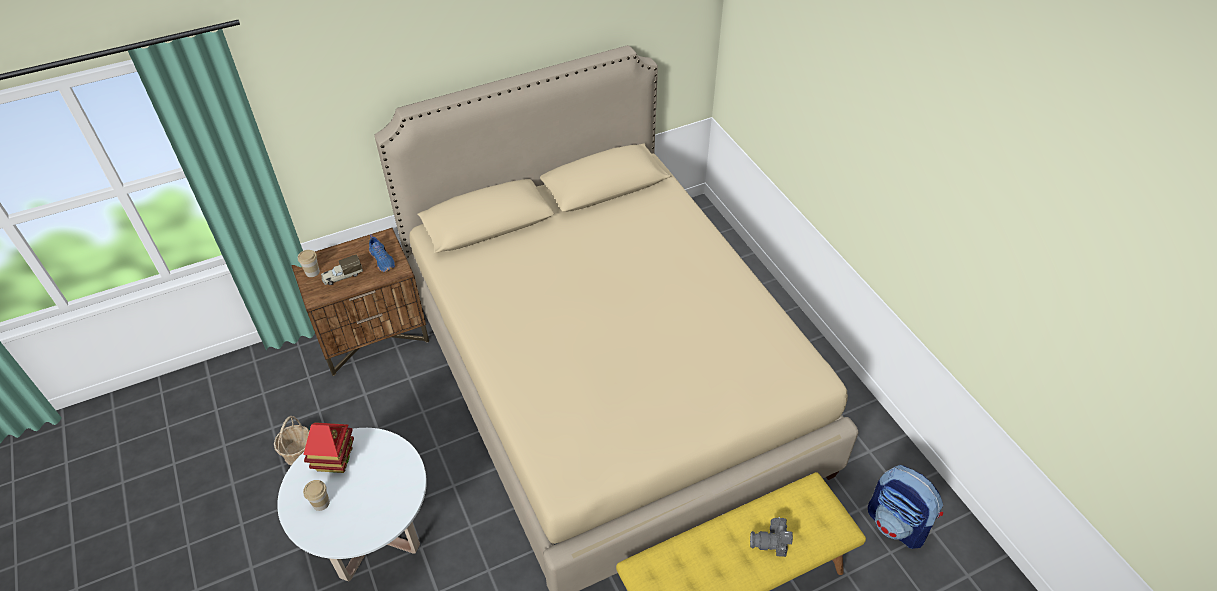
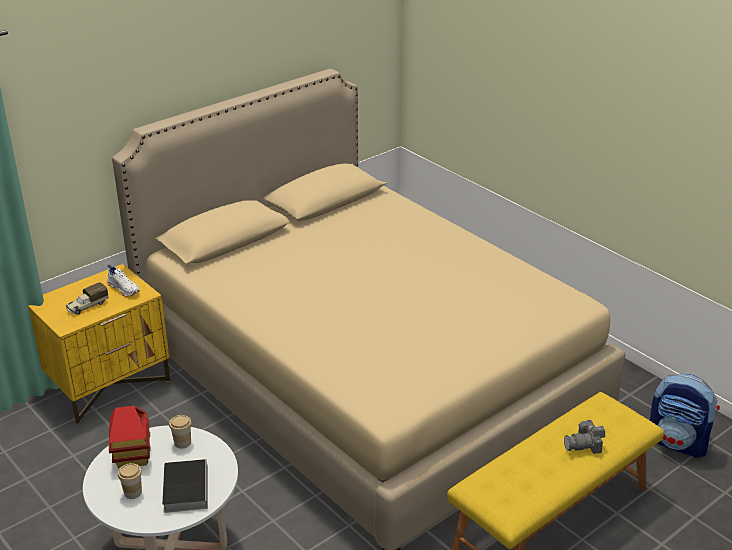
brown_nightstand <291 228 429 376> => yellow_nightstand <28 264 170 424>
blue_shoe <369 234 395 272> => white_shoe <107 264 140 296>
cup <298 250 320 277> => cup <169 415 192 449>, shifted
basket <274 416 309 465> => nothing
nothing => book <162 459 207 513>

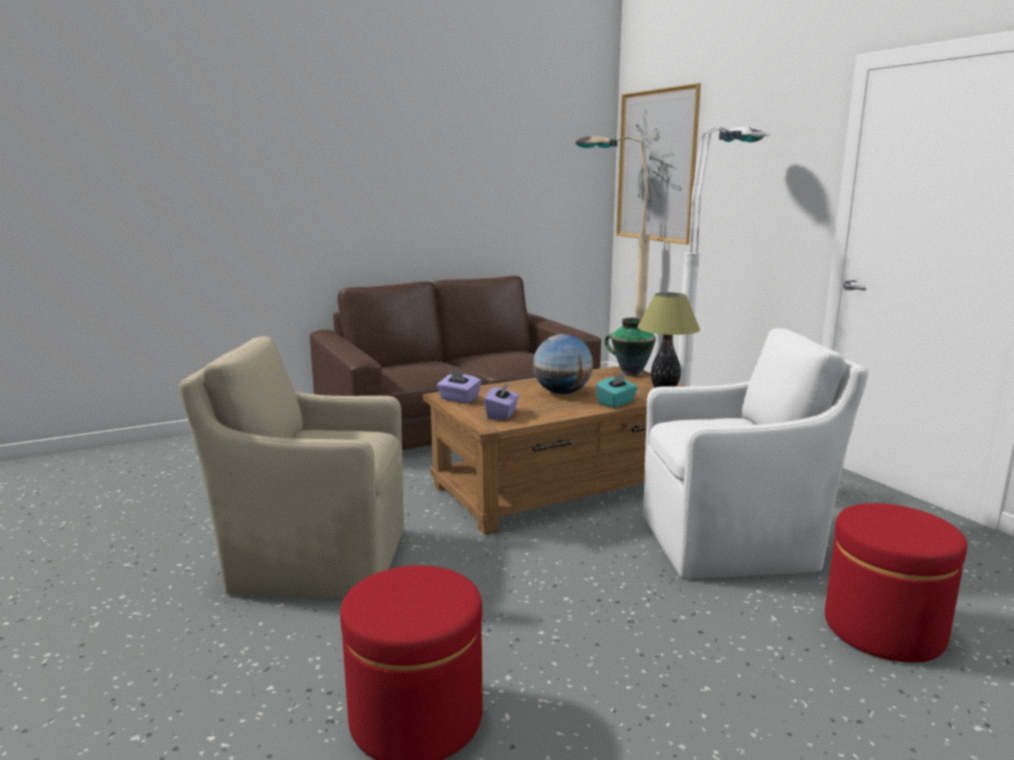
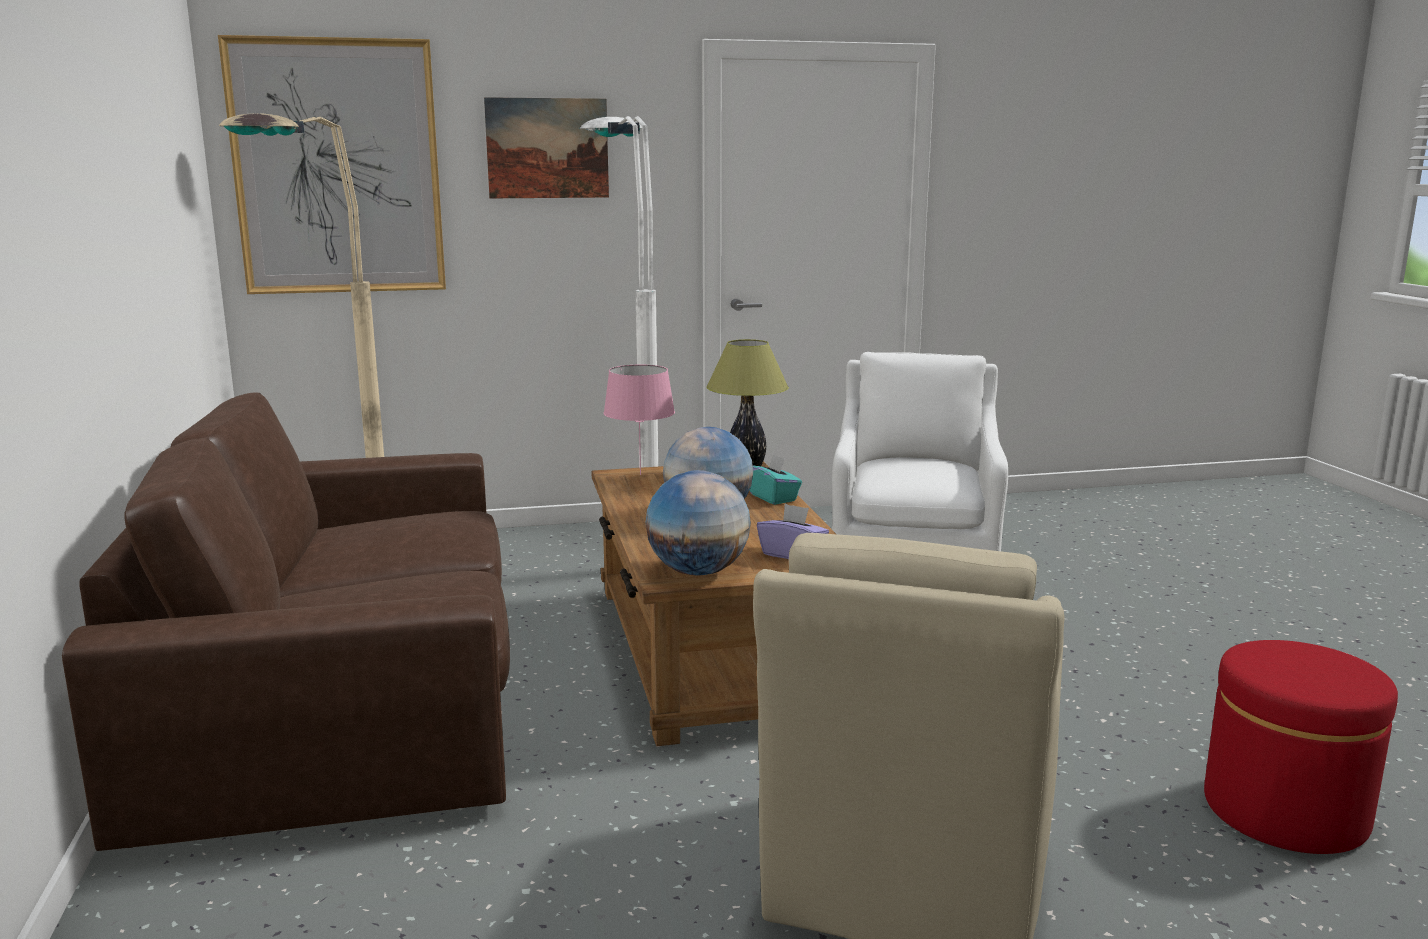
vase <604 318 656 376> => pink_table_lamp <604 365 675 475>
purple_tissue_box <437 370 481 404> => globe <646 470 751 576>
red_ottoman <825 503 967 663> => nothing
nothing => picture <484 97 609 198>

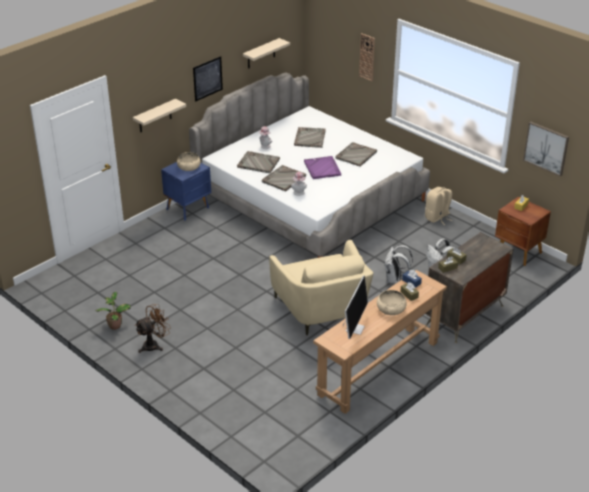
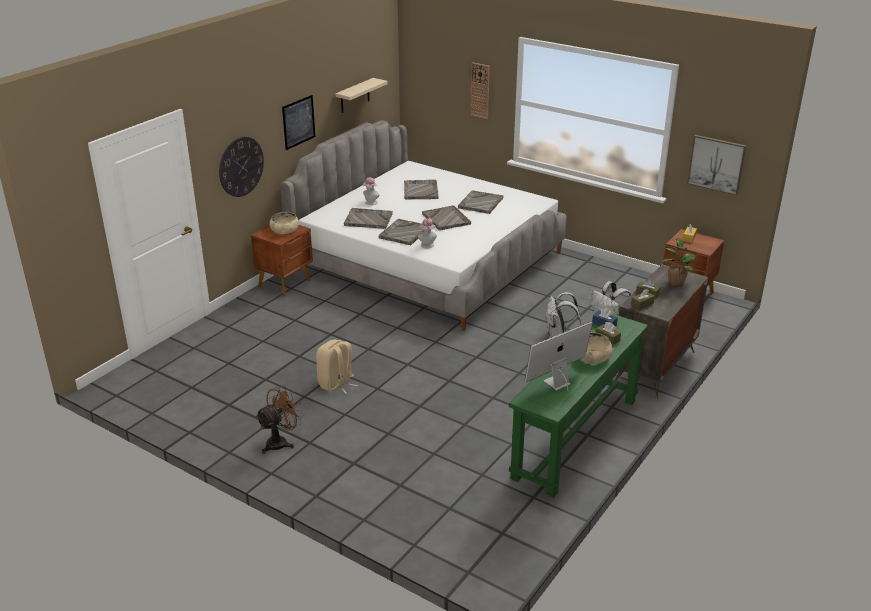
beige_shelf <133 99 186 132> => wall_clock <219 137 264 197>
purple_tray <304 156 342 179> => grey_tray <422 205 471 230>
blue_nightstand <161 162 211 221> => brown_nightstand <251 225 313 297>
beige_backpack <425 187 453 225> => beige_backpack <316 339 358 394>, shifted
beige_armchair <269 240 373 335> => nothing
brown_console_table <313 270 447 414> => green_console_table <509 313 648 498>
monitor <343 276 368 339> => monitor <525 322 593 391>, 135 degrees counterclockwise
potted_plant <95 292 131 330> => potted_plant <663 238 696 286>, shifted

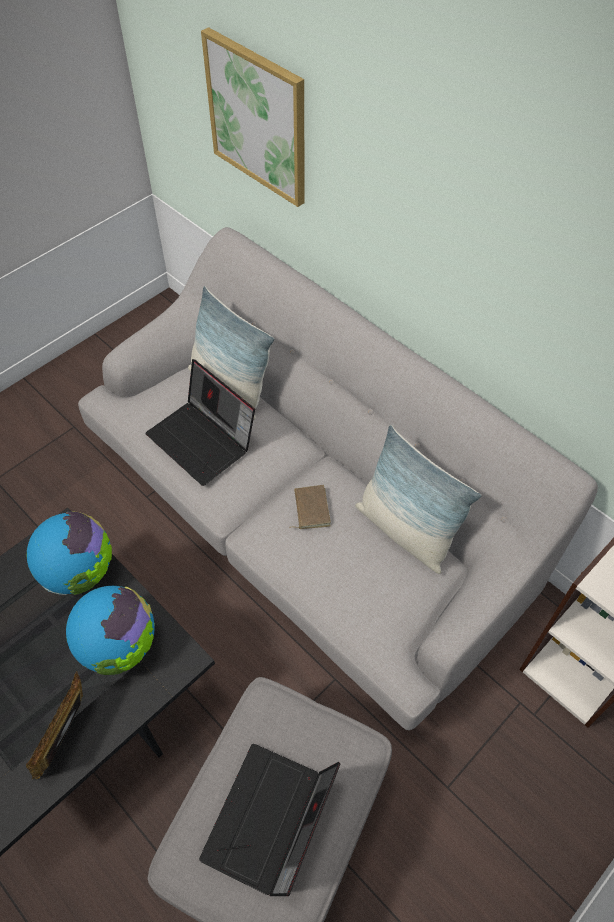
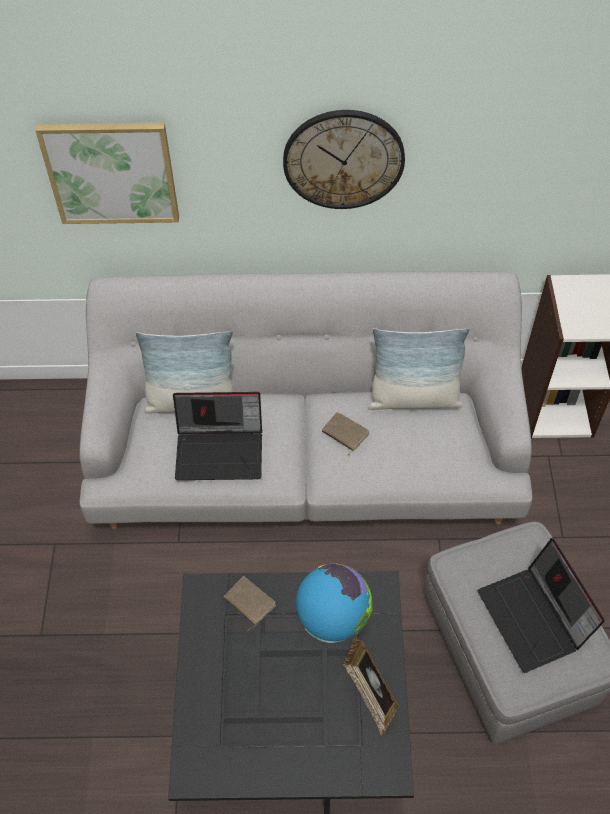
globe <27 511 112 595> => brown_book <224 576 276 631>
nothing => wall_clock <283 110 405 209>

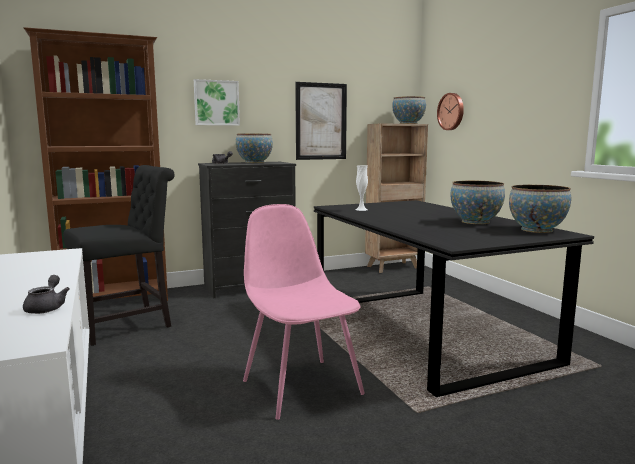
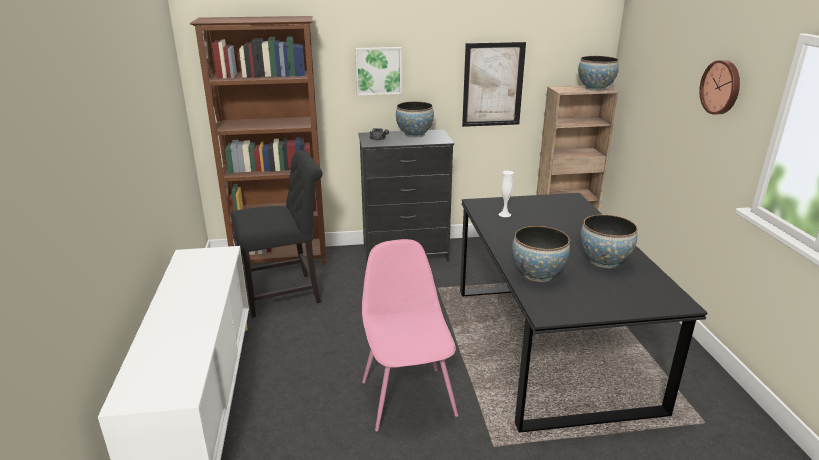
wall_clock <437 93 464 130> => wall_clock <699 60 740 114>, shifted
bowl <509 185 571 233> => bowl <512 226 570 282>, shifted
grey_teapot <23 275 70 314> => nothing

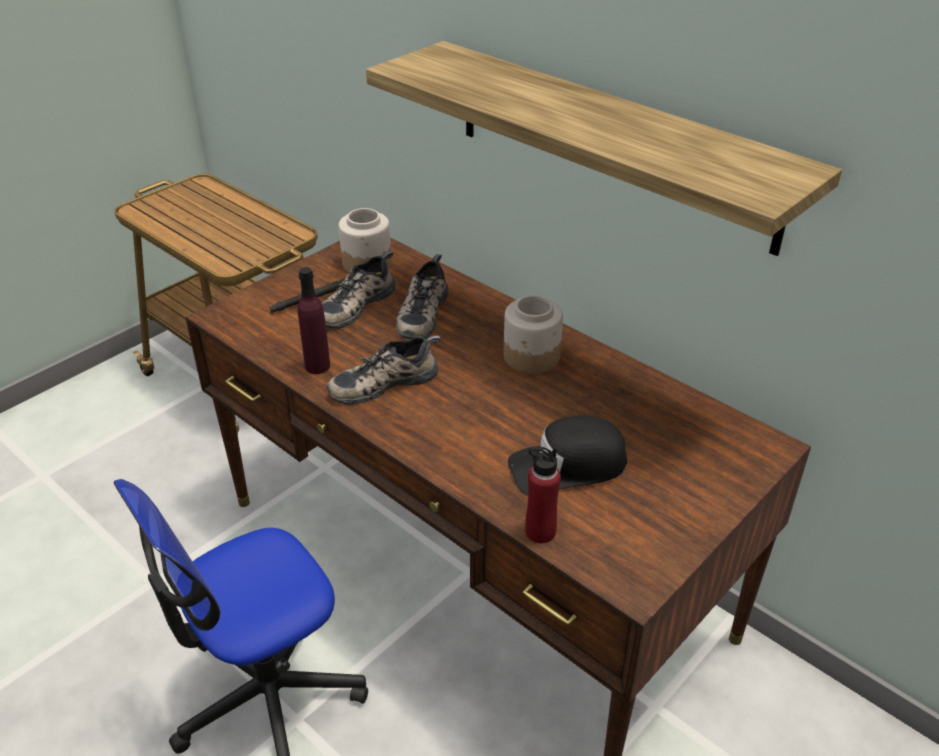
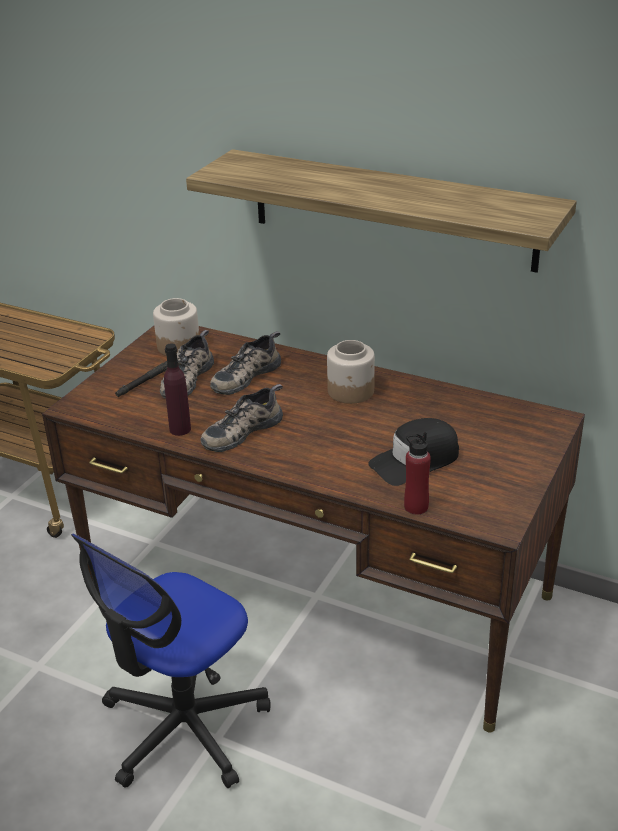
shoe <396 254 448 340> => shoe <210 331 281 395>, 45 degrees clockwise

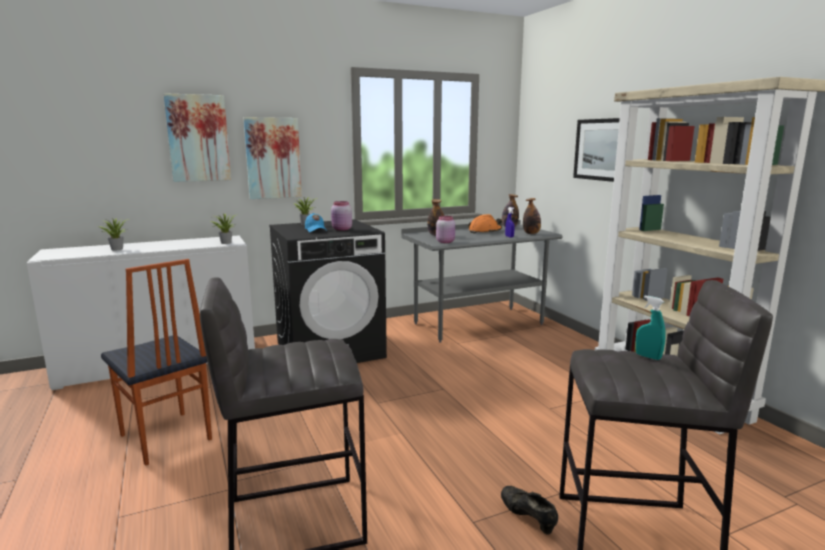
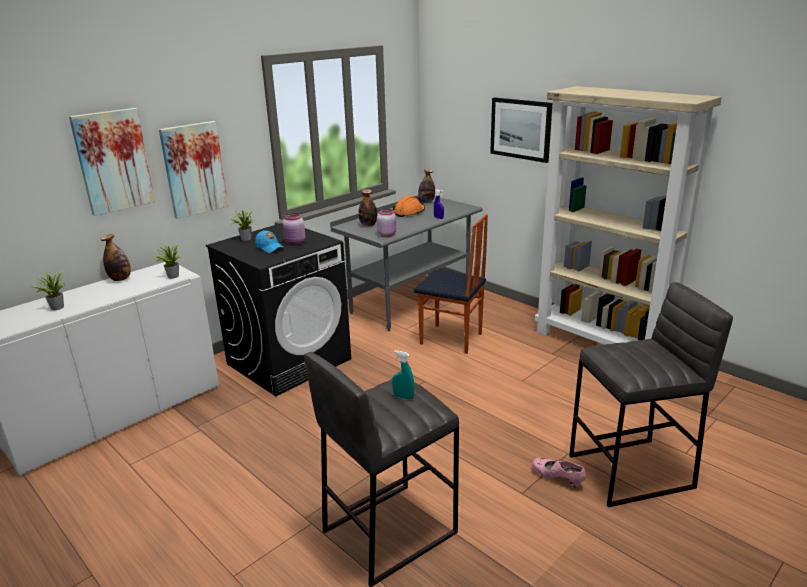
bottle <523 198 541 234> => bottle <100 234 131 281>, shifted
chair <101 259 212 466> => chair <414 214 488 354>, shifted
turquoise_spray_bottle <635 296 666 360> => turquoise_spray_bottle <392 350 414 400>, shifted
black_shoe <501 486 558 535> => pink_shoe <532 458 586 487>

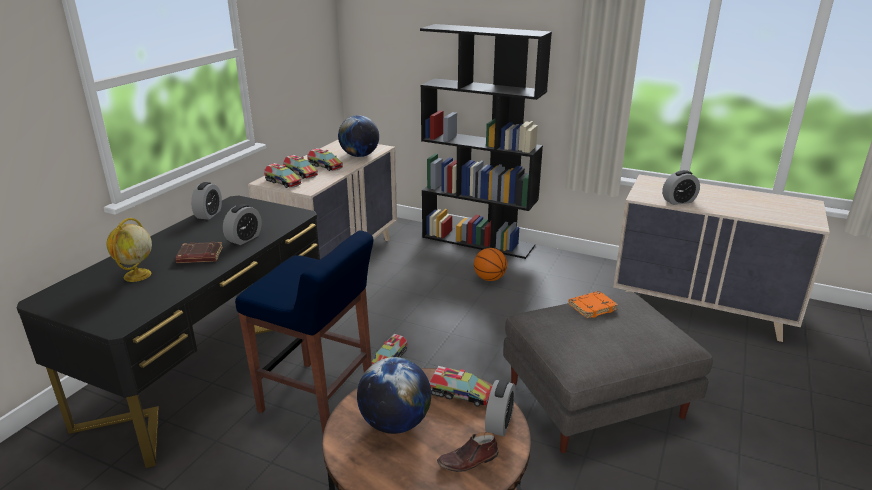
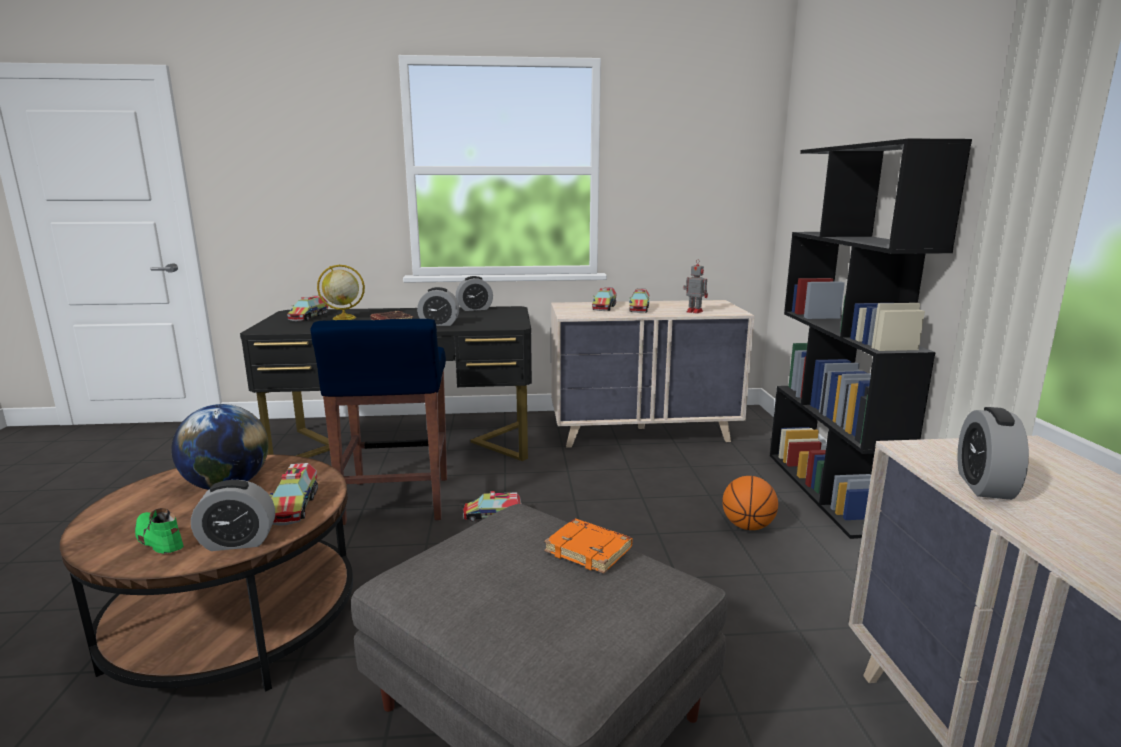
globe <338 115 379 157> => toy_robot <683 259 708 314>
toy_truck <264 163 302 188> => toy_truck <287 296 328 321>, shifted
alarm_clock <662 170 700 205> => alarm_clock <957 407 1029 500>, 60 degrees clockwise
brown_shoe <437 432 499 472> => green_shoe <135 508 184 554>

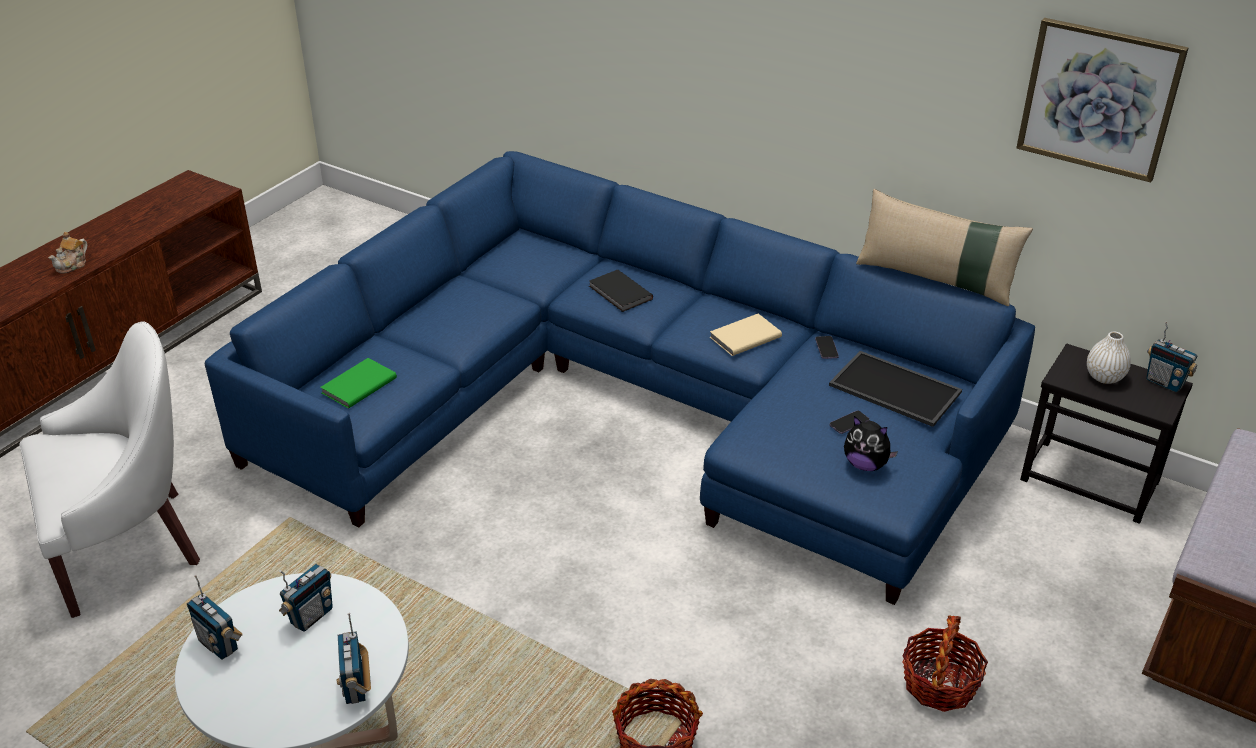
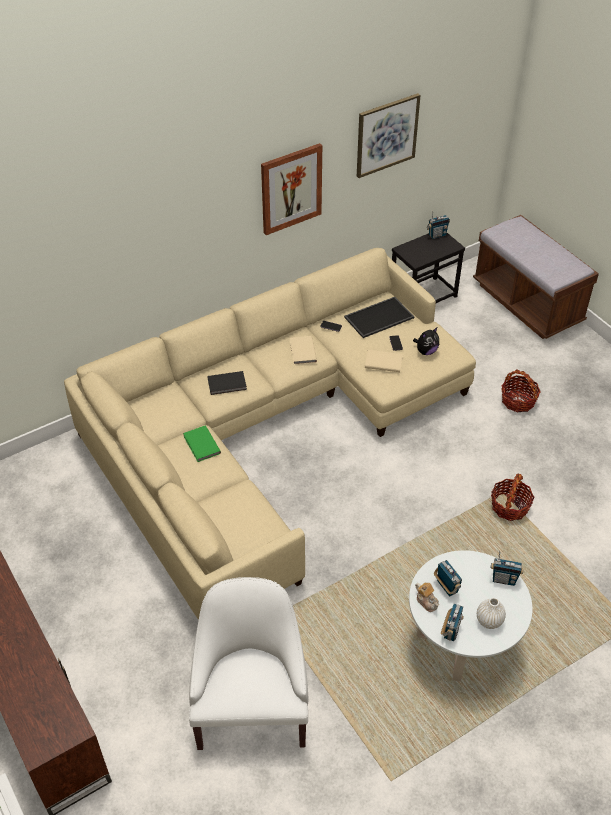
blue_sofa <205 151 1035 605> => beige_sofa <64 248 476 620>
beige_pillow <856 189 1033 306> => nothing
teapot <49 232 87 274> => teapot <415 583 439 612>, shifted
white_vase <1087 332 1131 384> => white_vase <477 598 506 629>, shifted
green_book <320 358 397 408> => green_book <183 425 221 462>, shifted
radio <187 575 243 660> => radio <441 604 464 641>, 45 degrees counterclockwise
nothing => picture <261 143 322 235>
nothing => beige_book <365 350 403 372>

